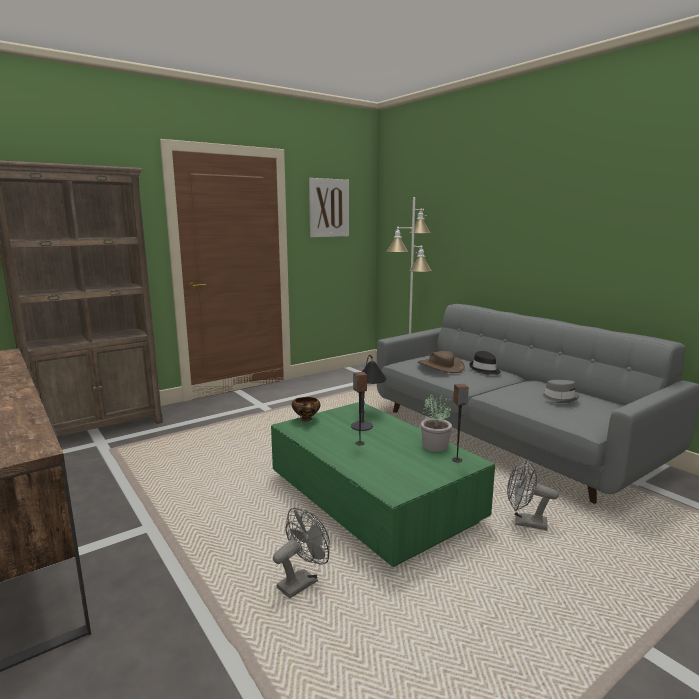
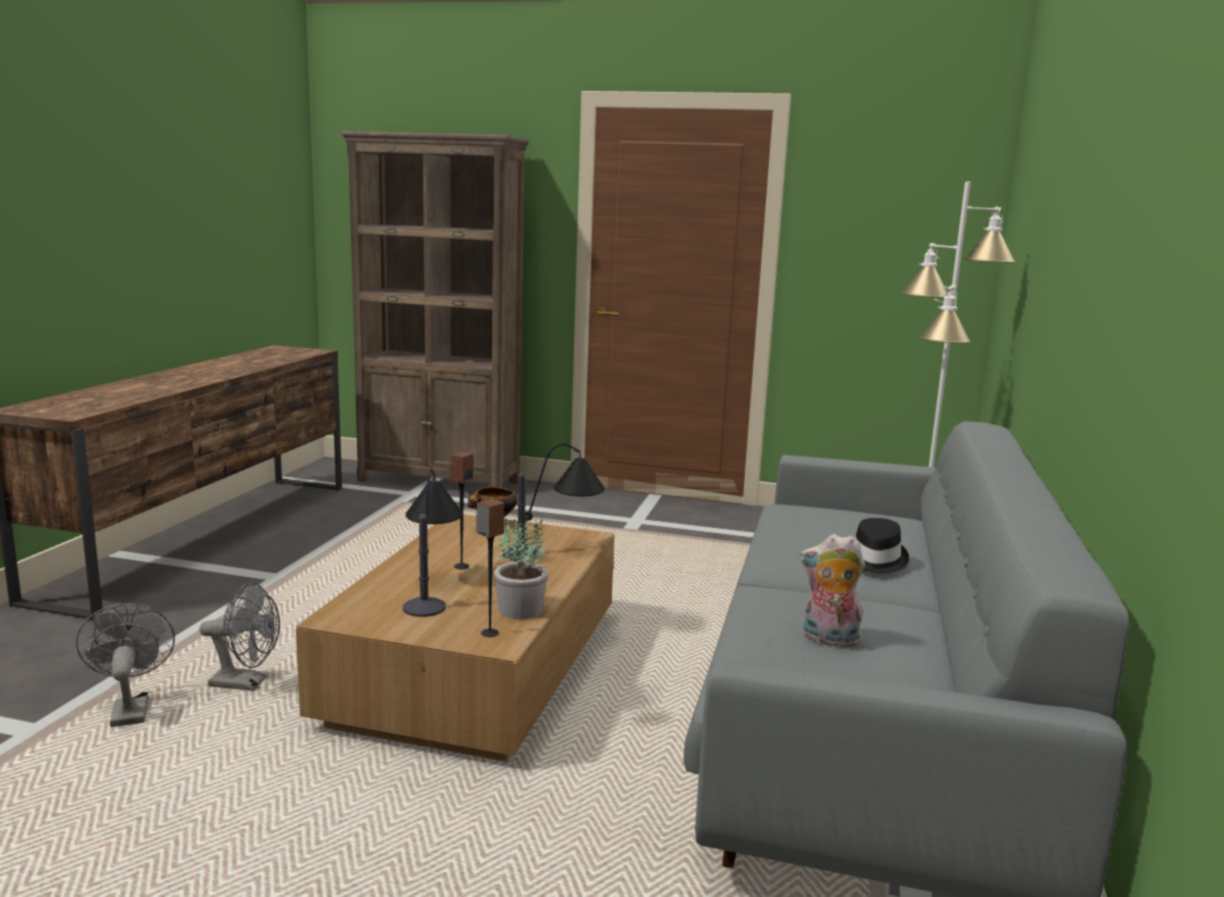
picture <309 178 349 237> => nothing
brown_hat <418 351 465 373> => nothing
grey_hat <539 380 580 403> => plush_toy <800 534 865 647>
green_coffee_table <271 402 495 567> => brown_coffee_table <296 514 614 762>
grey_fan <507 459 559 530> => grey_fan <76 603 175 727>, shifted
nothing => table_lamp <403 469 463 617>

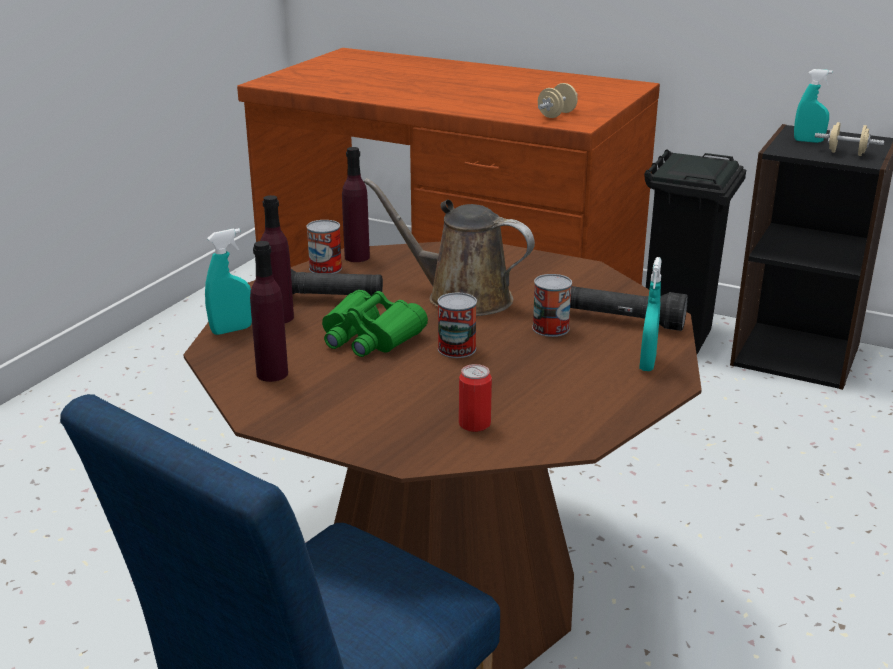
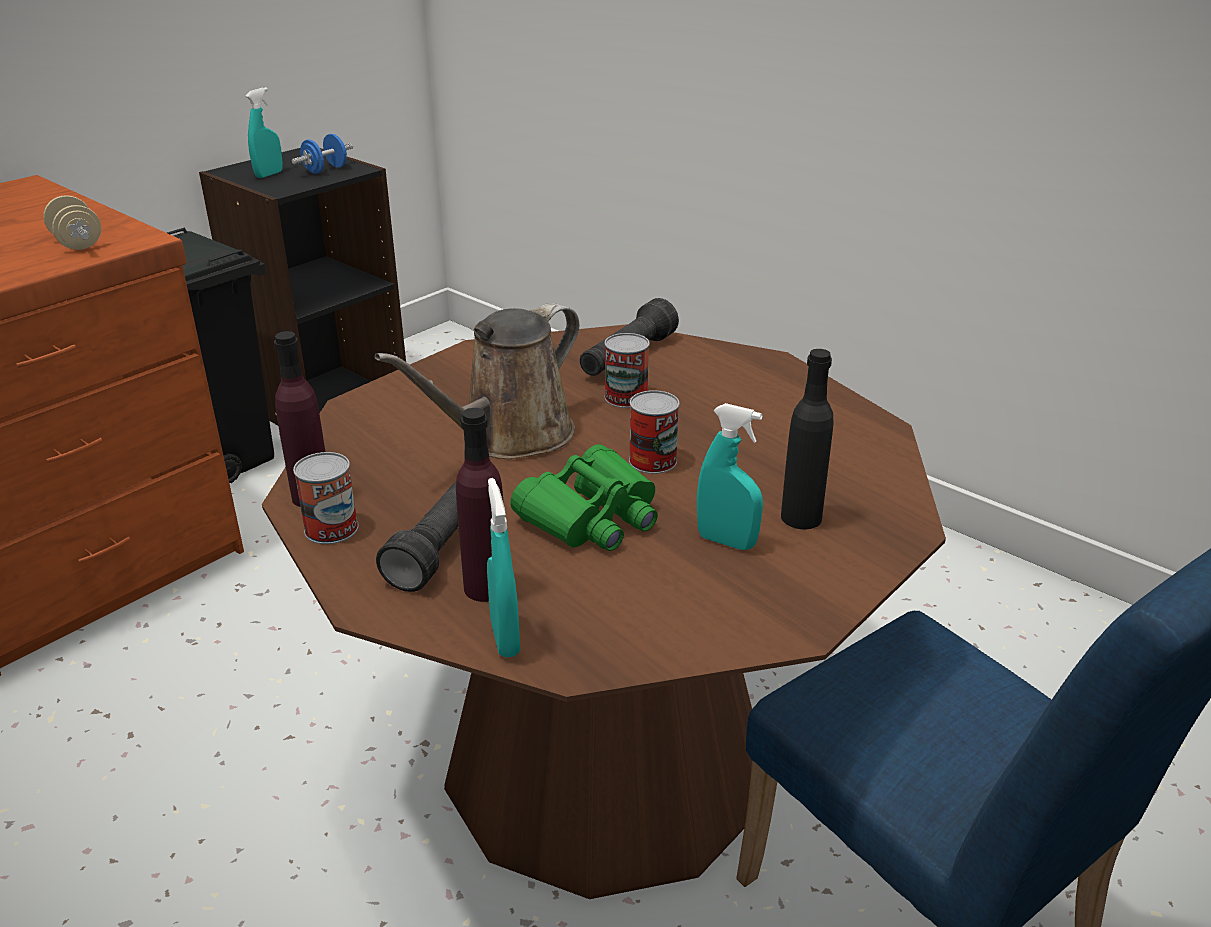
beige_dumbbell <815 122 884 156> => blue_dumbbell <292 134 353 174>
purple_bottle <250 241 288 382> => nothing
turquoise_spray_bottle <639 257 662 371> => turquoise_spray_bottle <697 403 763 550>, shifted
can <459 364 492 432> => nothing
nothing => black_bottle <781 349 833 529>

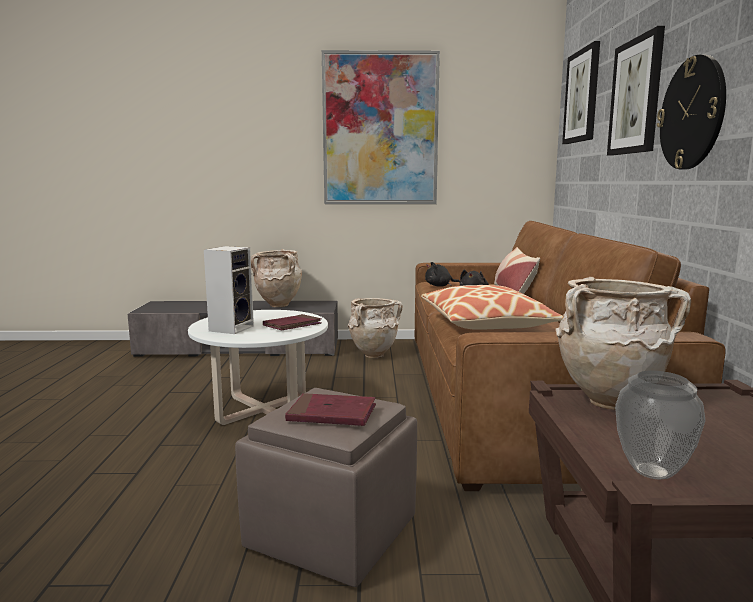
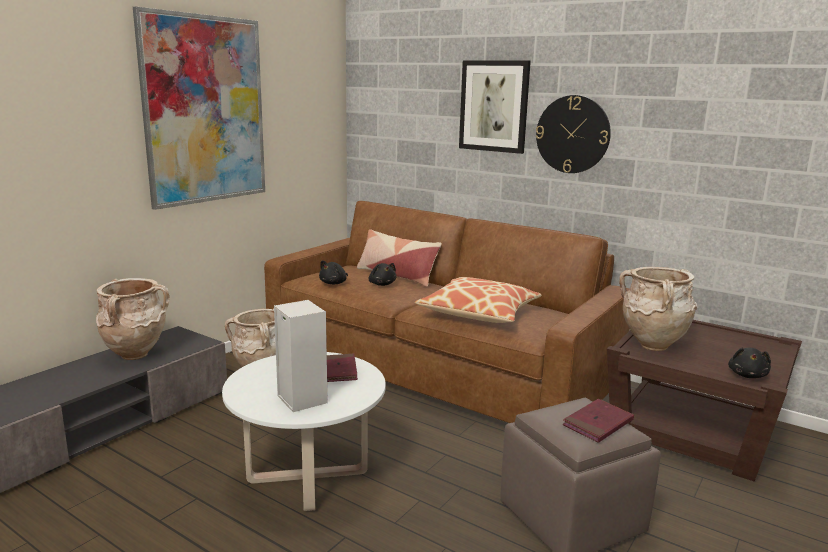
picture <562 41 600 144> => nothing
vase <615 371 706 479> => black_plush_toy <728 347 771 378>

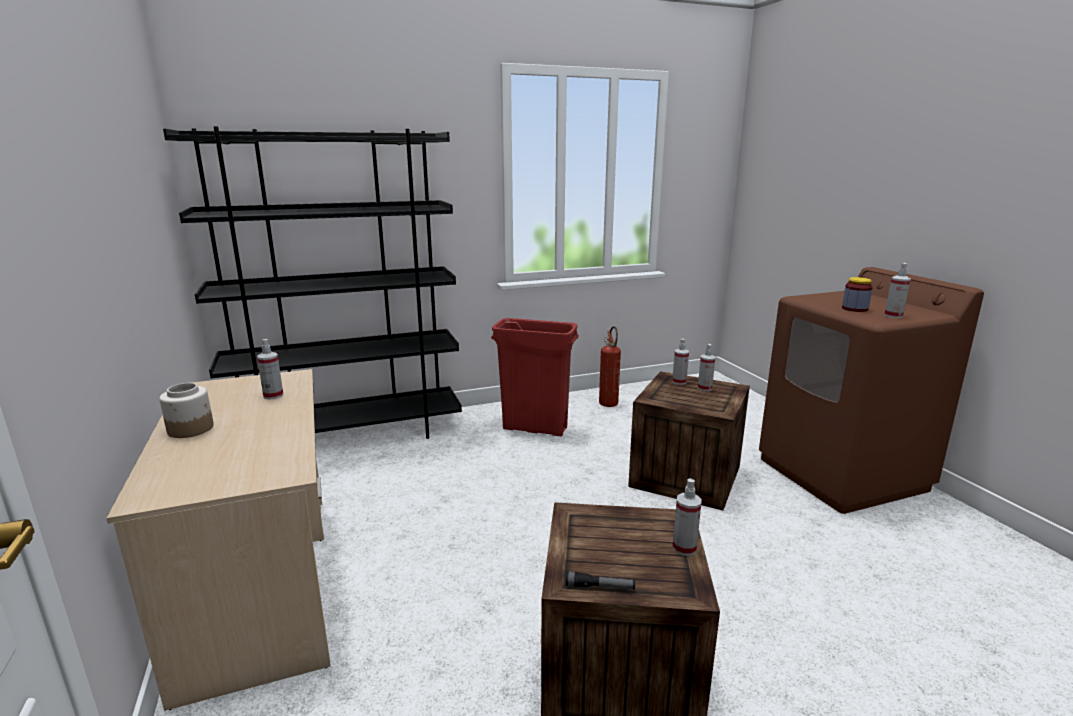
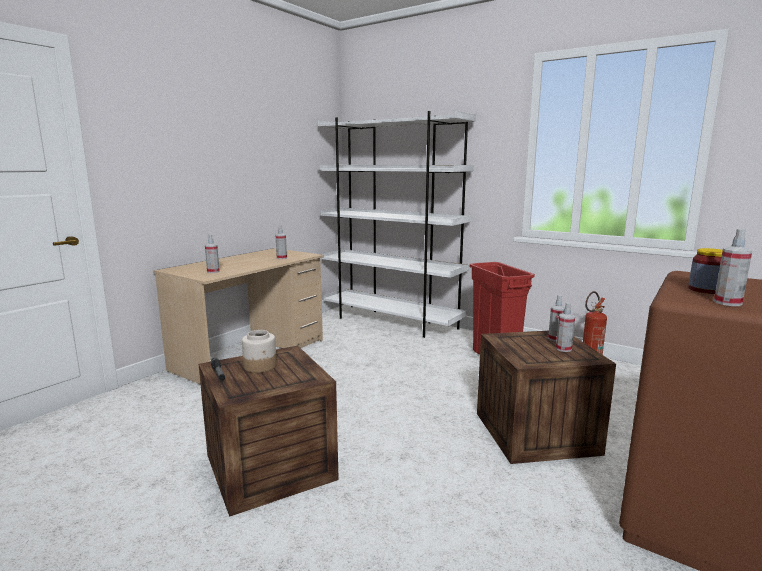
black_bookcase <163 126 462 439> => white_bookcase <318 111 476 338>
jar <159 383 214 438> => jar <242 330 277 373>, shifted
spray_bottle <672 479 702 556> => spray_bottle <205 234 220 273>, shifted

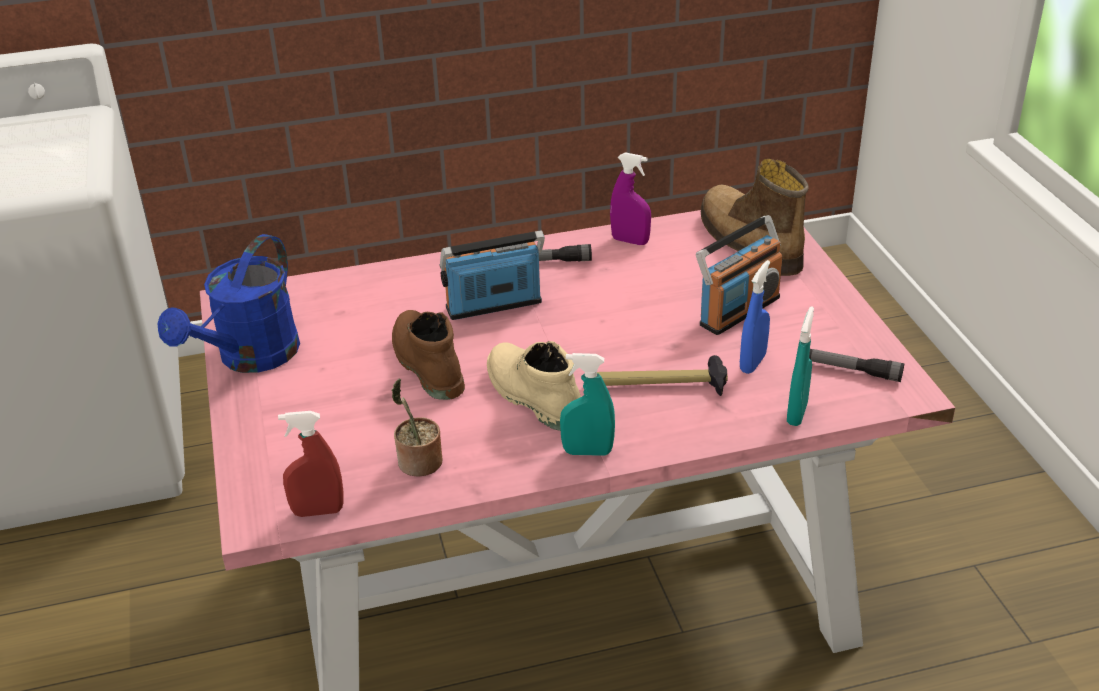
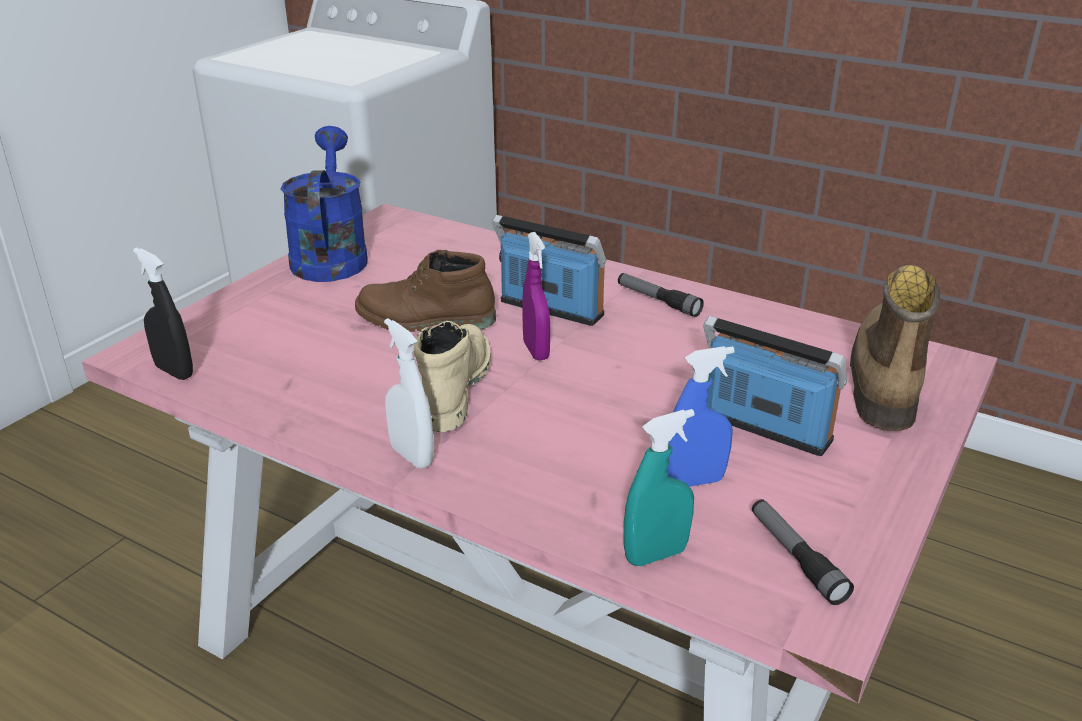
purple_spray_bottle <610 152 651 245> => purple_spray_bottle <522 232 550 360>, shifted
radio <696 215 783 335> => radio <703 316 847 456>, 150 degrees counterclockwise
blue_watering_can <157 234 300 373> => blue_watering_can <281 126 368 282>, 105 degrees clockwise
brown_boot <392 310 465 400> => brown_boot <355 250 496 332>, 105 degrees counterclockwise
turquoise_spray_bottle <560 353 615 456> => white_spray_bottle <384 318 434 469>
hammer <597 355 728 396> => nothing
potted_plant <392 379 442 477> => nothing
red_spray_bottle <278 411 344 517> => black_spray_bottle <133 248 193 380>

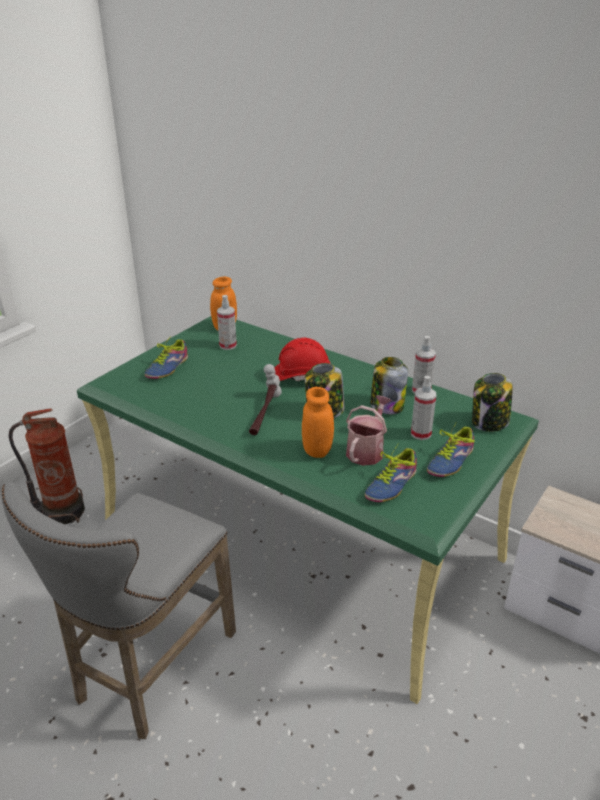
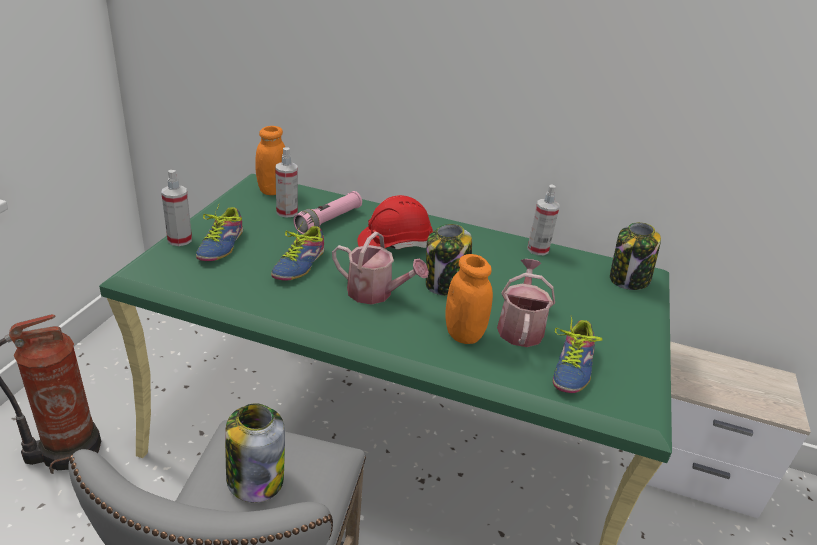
jar <370 357 408 414> => jar <225 403 285 502>, shifted
hammer <249 364 282 435> => watering_can <332 232 429 305>
spray_bottle <411 376 436 440> => spray_bottle <161 170 192 246>, shifted
shoe <427 423 475 477> => shoe <271 222 325 281>, shifted
nothing => pink_flashlight <293 191 362 234>

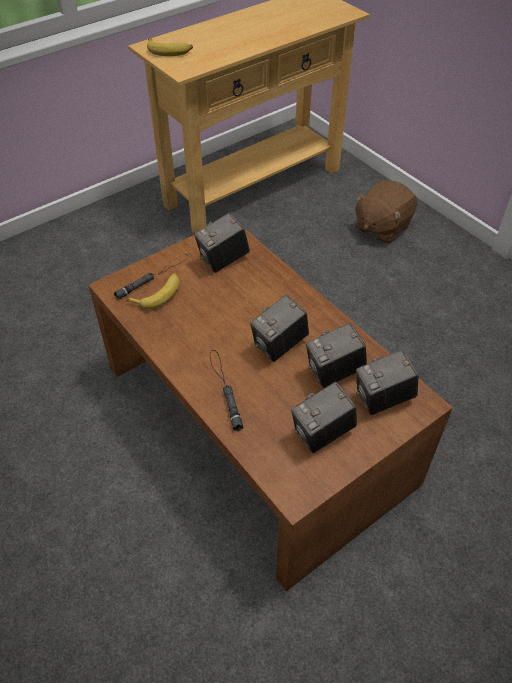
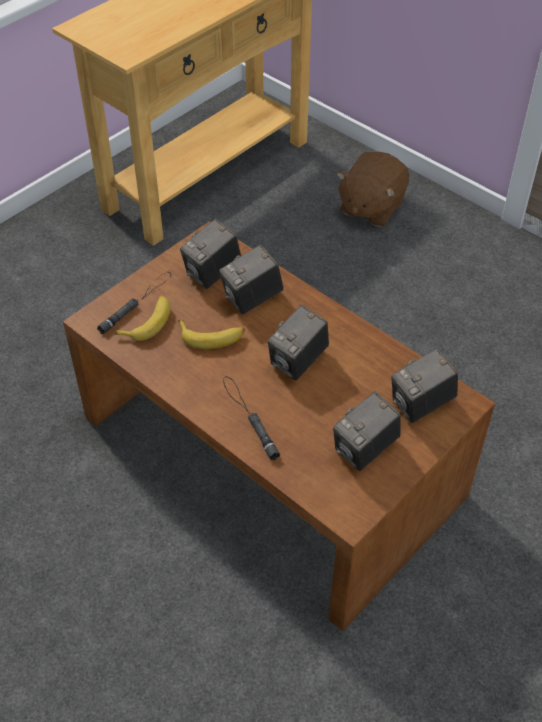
banana <147 38 193 56> => banana <178 320 245 349>, shifted
photo_camera <306 323 367 388> => photo_camera <219 245 284 314>, shifted

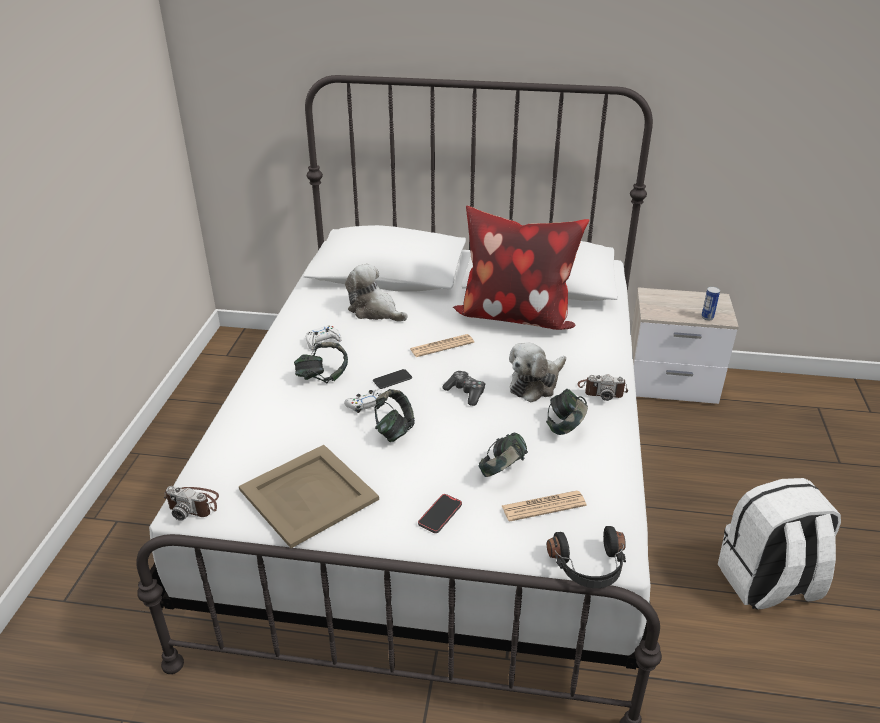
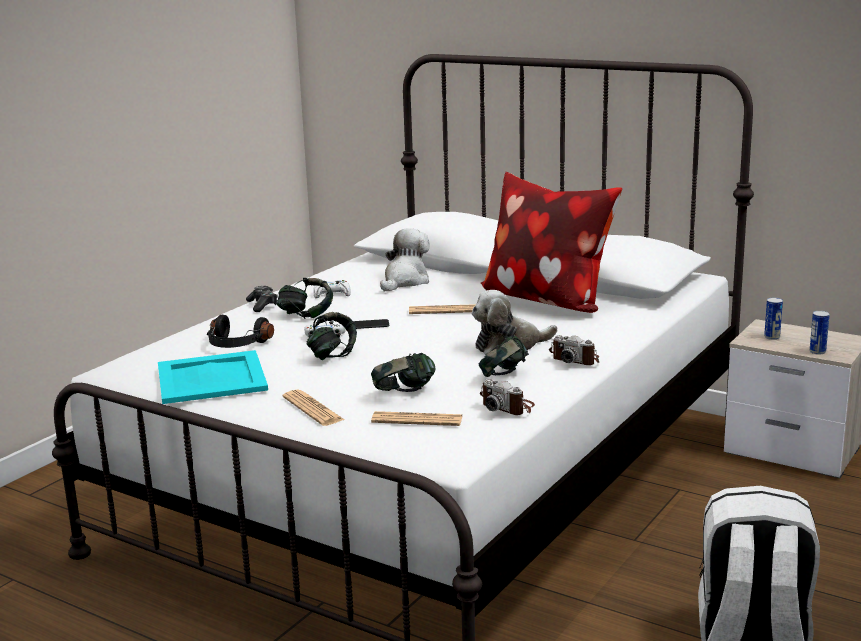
plush_toy <345 264 408 322> => plush_toy <380 228 430 292>, 60 degrees clockwise
game_controller <442 371 485 406> => game_controller <246 286 278 312>, shifted
beige_tray <239 445 379 548> => turquoise_tray <158 350 268 404>
photo_camera <164 486 219 521> => photo_camera <480 379 535 415>, shifted
phone <418 494 462 533> => newspaper <282 390 344 426>
black_headphones <547 526 626 588> => black_headphones <207 315 274 348>, shifted
nothing => can <764 298 783 340>

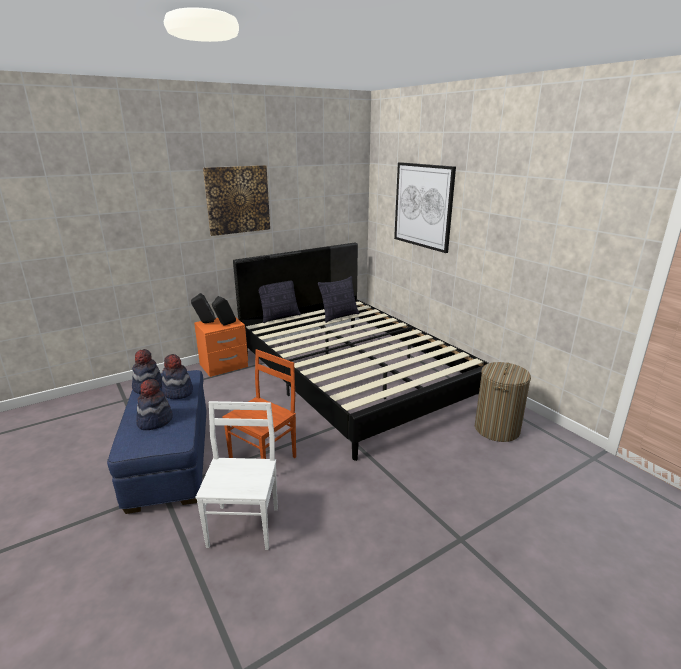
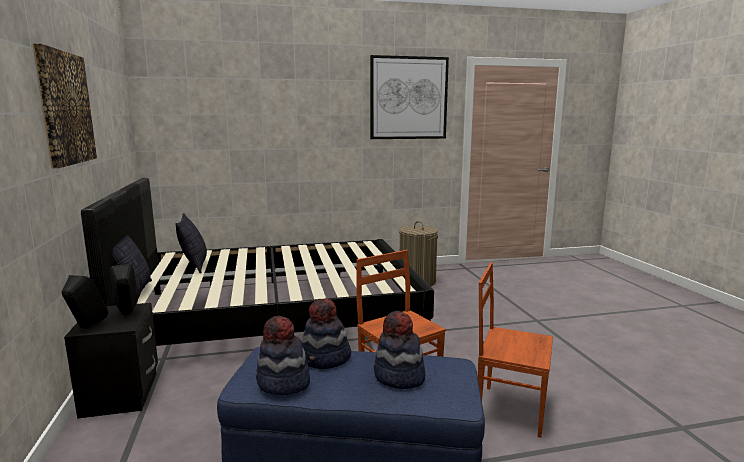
picture <394 162 456 253> => picture <370 55 449 139>, shifted
orange_nightstand <194 318 248 377> => black_nightstand <64 303 158 419>
white_chair <195 401 278 550> => brown_chair <478 262 553 438>

